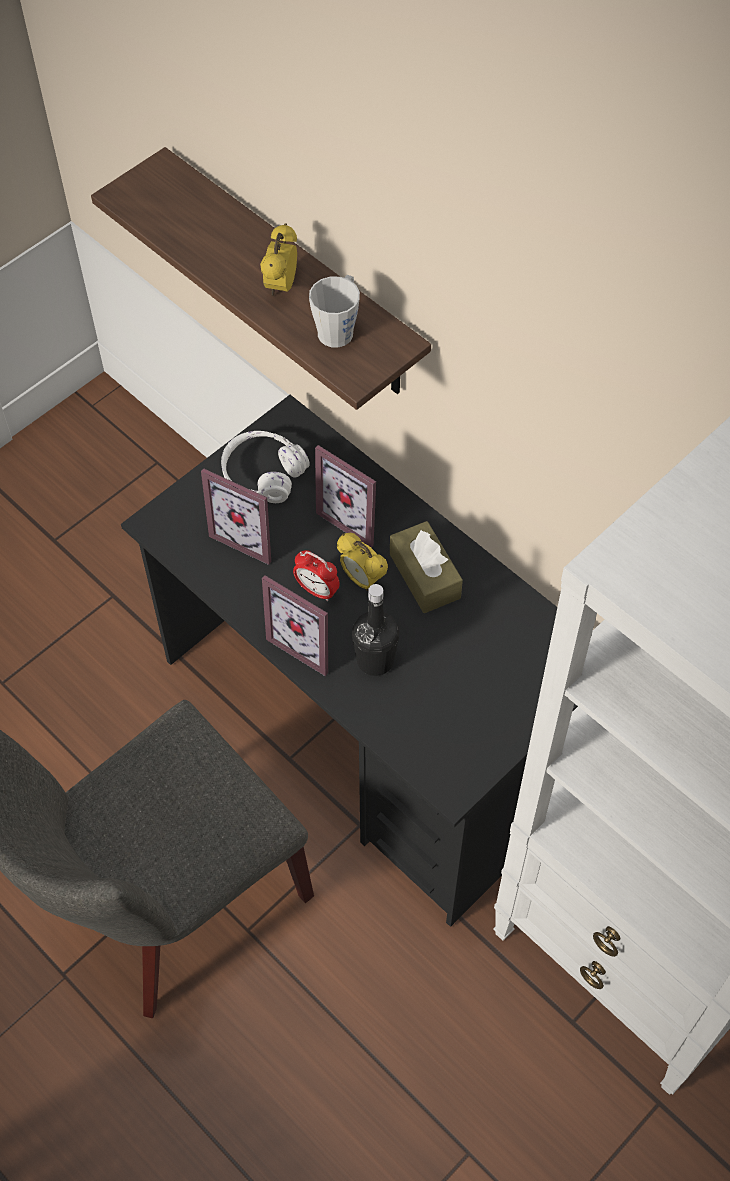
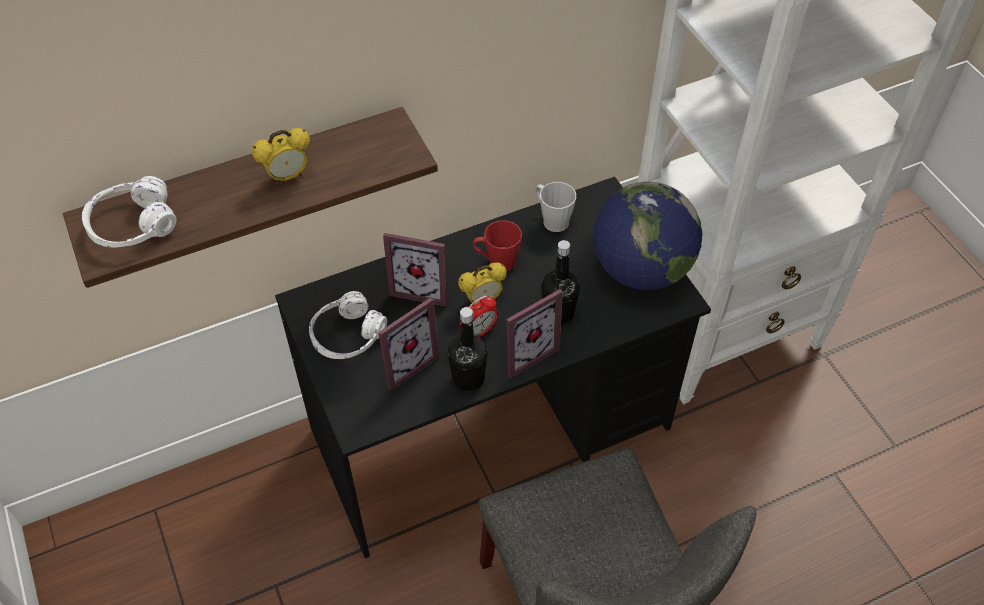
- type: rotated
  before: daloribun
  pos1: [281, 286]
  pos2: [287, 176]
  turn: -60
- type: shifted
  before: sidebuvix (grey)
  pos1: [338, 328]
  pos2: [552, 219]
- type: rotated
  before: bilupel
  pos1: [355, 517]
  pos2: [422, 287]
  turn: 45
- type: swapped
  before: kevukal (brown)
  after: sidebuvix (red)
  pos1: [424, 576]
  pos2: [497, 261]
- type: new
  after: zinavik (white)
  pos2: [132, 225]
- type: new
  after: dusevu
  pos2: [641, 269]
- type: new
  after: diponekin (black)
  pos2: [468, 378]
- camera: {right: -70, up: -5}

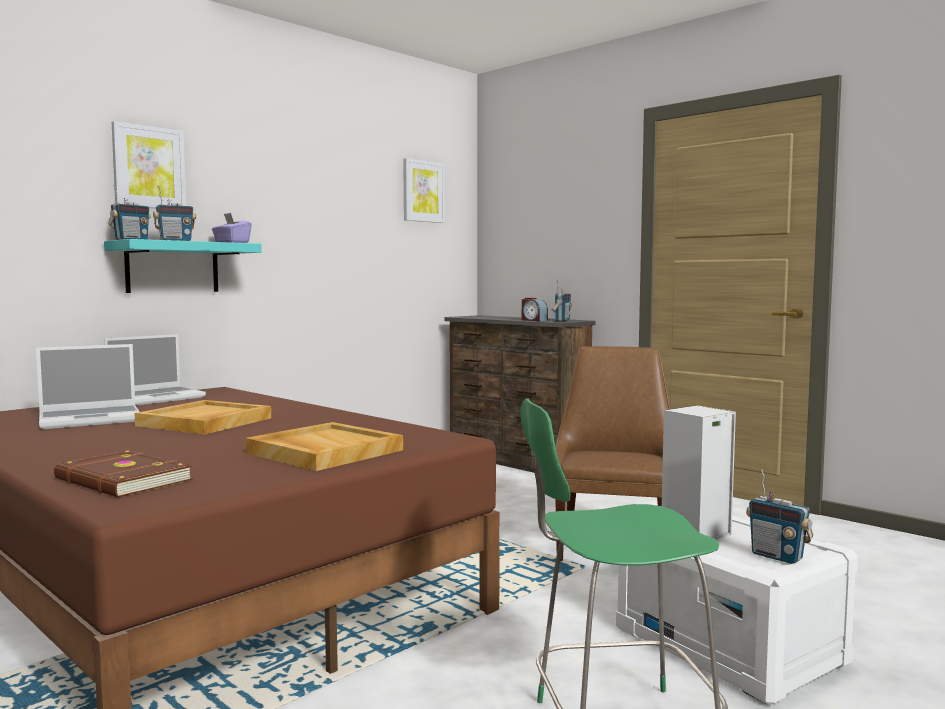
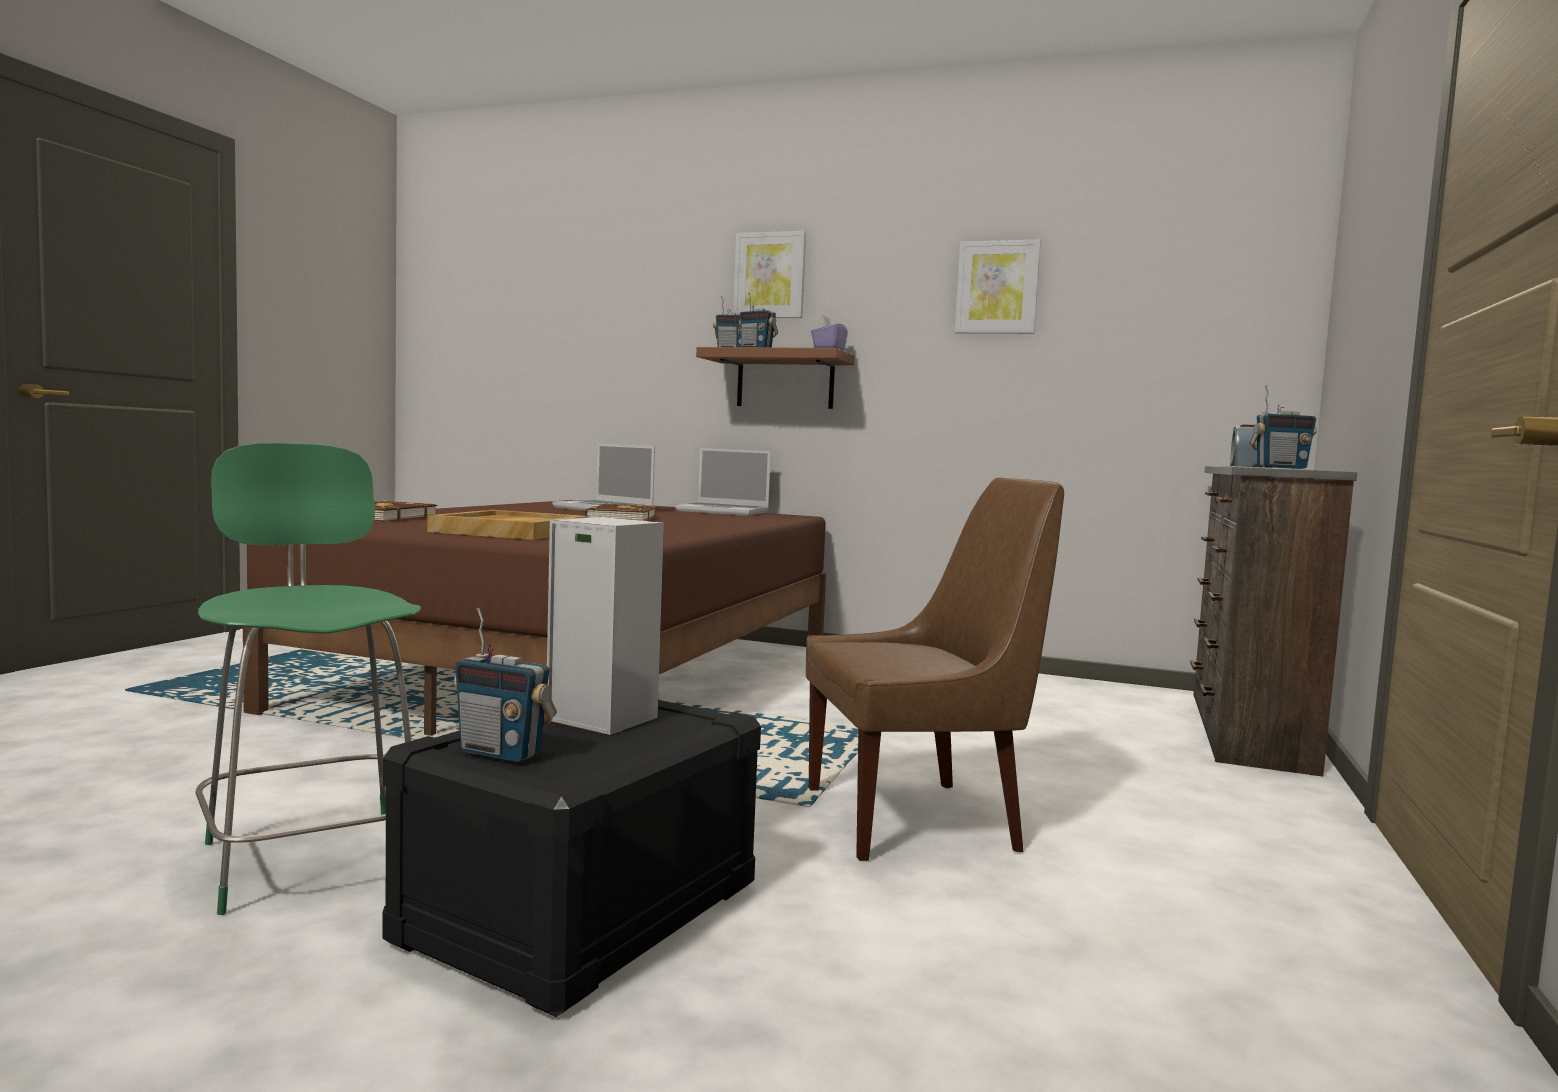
- type: shifted
  before: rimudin
  pos1: [423, 191]
  pos2: [997, 288]
- type: repainted
  before: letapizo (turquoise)
  after: letapizo (brown)
  pos1: [172, 267]
  pos2: [785, 381]
- type: swapped
  before: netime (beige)
  after: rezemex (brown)
  pos1: [205, 422]
  pos2: [620, 518]
- type: rotated
  before: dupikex
  pos1: [777, 556]
  pos2: [501, 752]
  turn: -90
- type: repainted
  before: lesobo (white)
  after: lesobo (black)
  pos1: [729, 645]
  pos2: [583, 913]
- camera: {right: 65, up: 0}

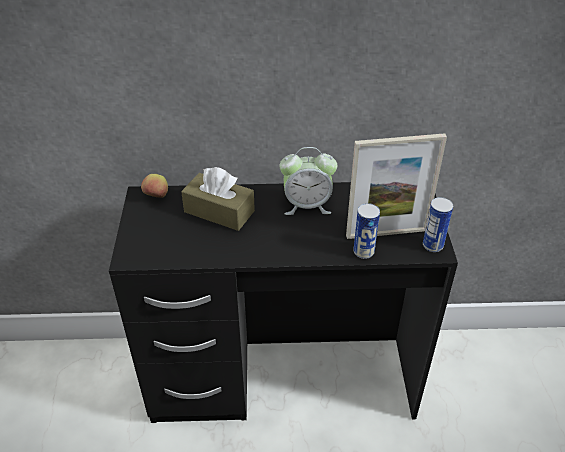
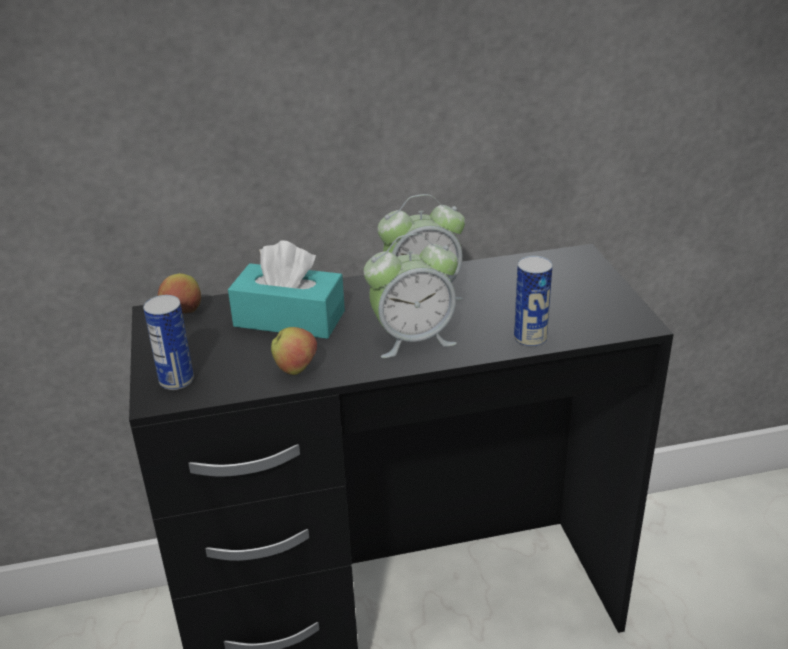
- type: gone
  before: bilupel
  pos1: [386, 233]
- type: repainted
  before: kevukal (brown)
  after: kevukal (turquoise)
  pos1: [219, 211]
  pos2: [289, 319]
- type: shifted
  before: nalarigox
  pos1: [432, 245]
  pos2: [176, 381]
- type: new
  after: daloribun
  pos2: [413, 339]
- type: new
  after: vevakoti
  pos2: [296, 370]
- camera: {right: -10, up: -10}

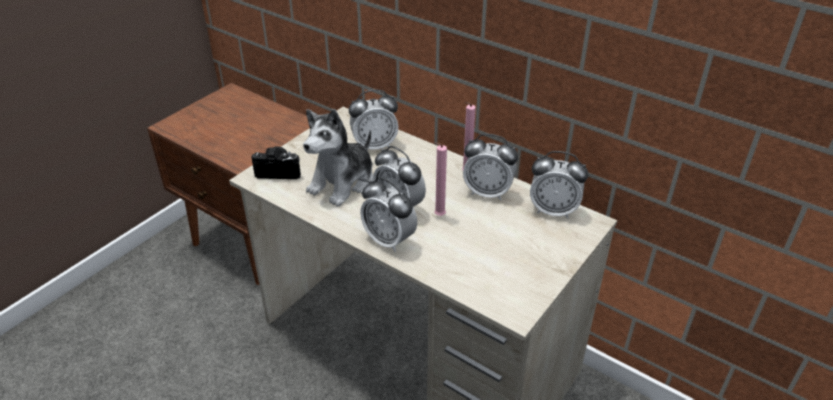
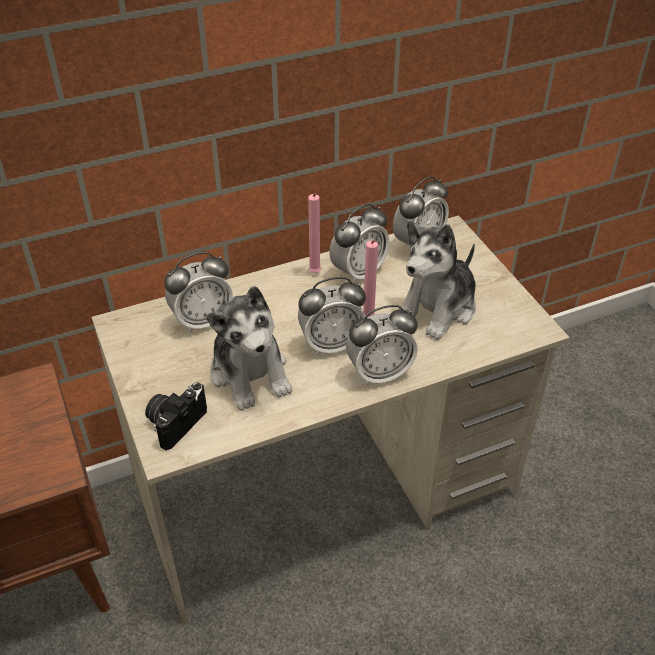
- type: rotated
  before: daloribun
  pos1: [374, 145]
  pos2: [202, 320]
  turn: 45
- type: new
  after: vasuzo
  pos2: [438, 308]
- camera: {right: -60, up: 5}

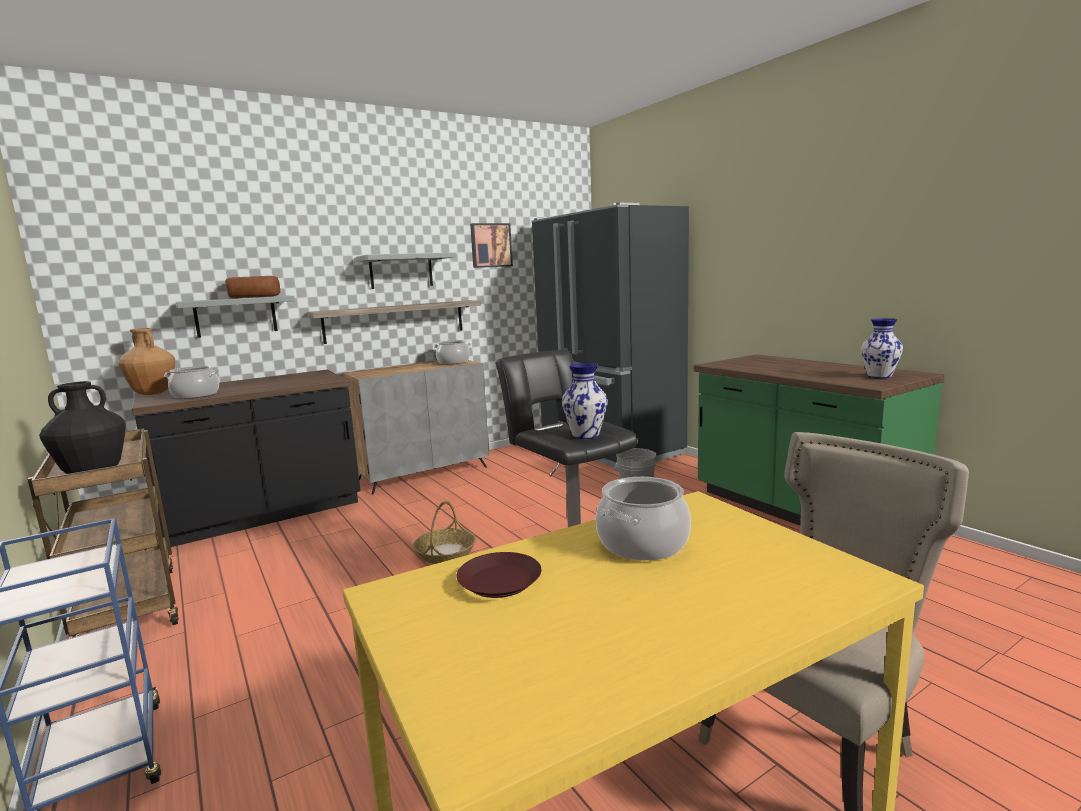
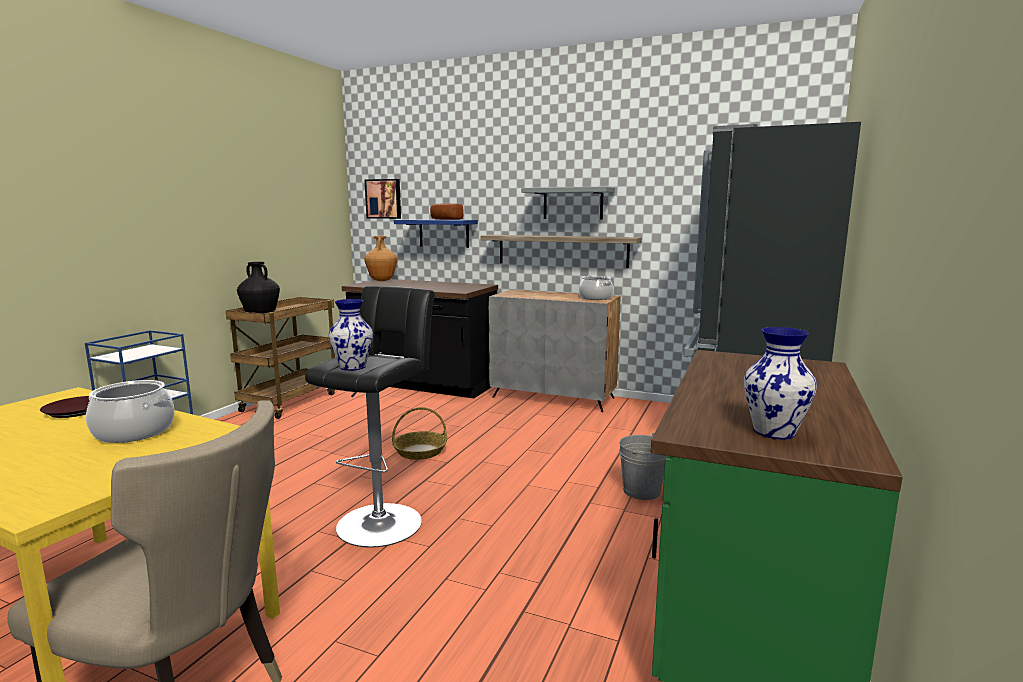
- type: shifted
  before: rimudin
  pos1: [490, 245]
  pos2: [384, 199]
- type: repainted
  before: letapizo (grey)
  after: letapizo (blue)
  pos1: [236, 316]
  pos2: [444, 233]
- type: gone
  before: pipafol
  pos1: [196, 395]
- camera: {right: 55, up: 0}

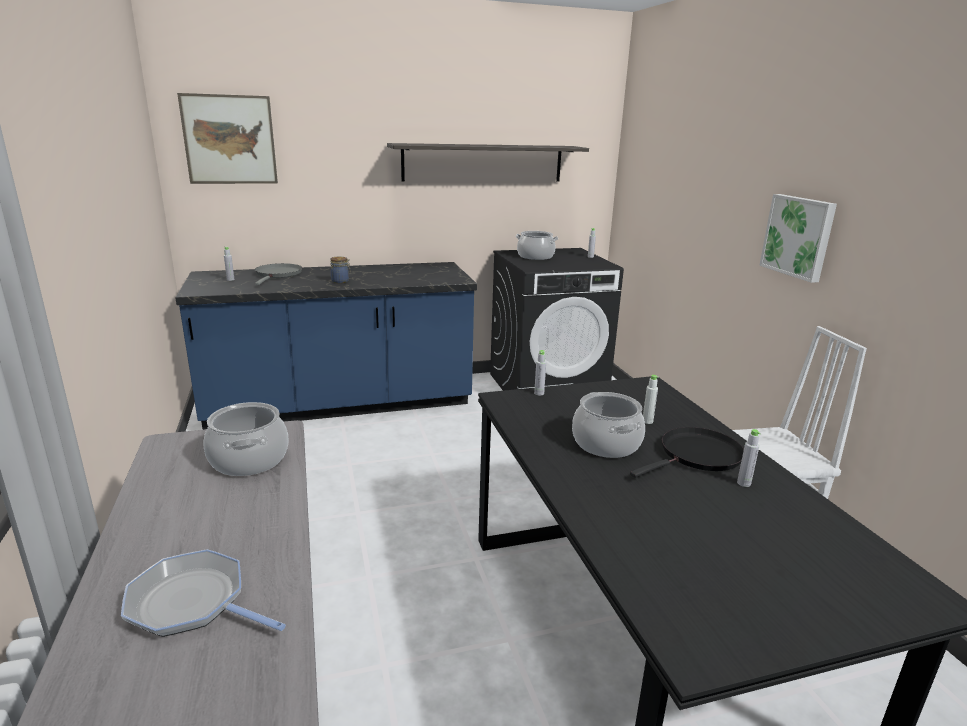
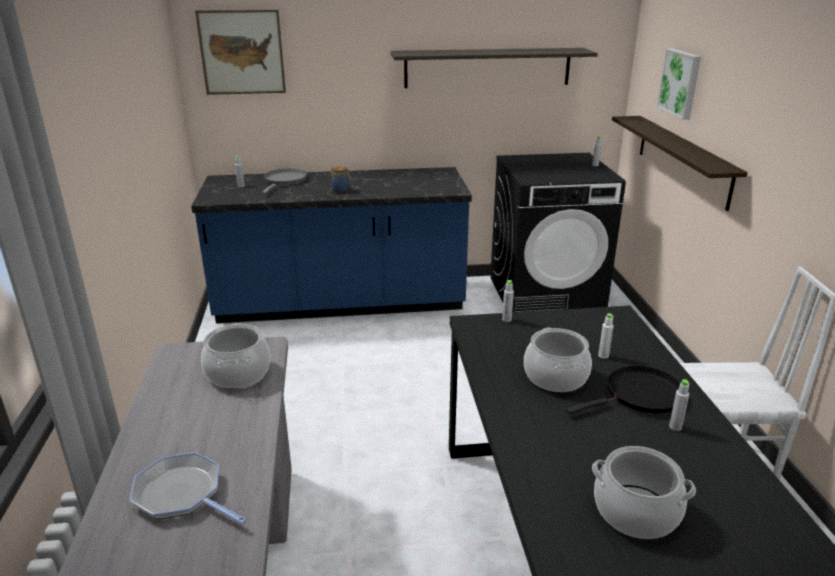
- type: shifted
  before: rimudin
  pos1: [799, 236]
  pos2: [681, 83]
- type: shifted
  before: pipafol
  pos1: [535, 257]
  pos2: [635, 512]
- type: new
  after: letapizo
  pos2: [682, 159]
- camera: {right: 10, up: 5}

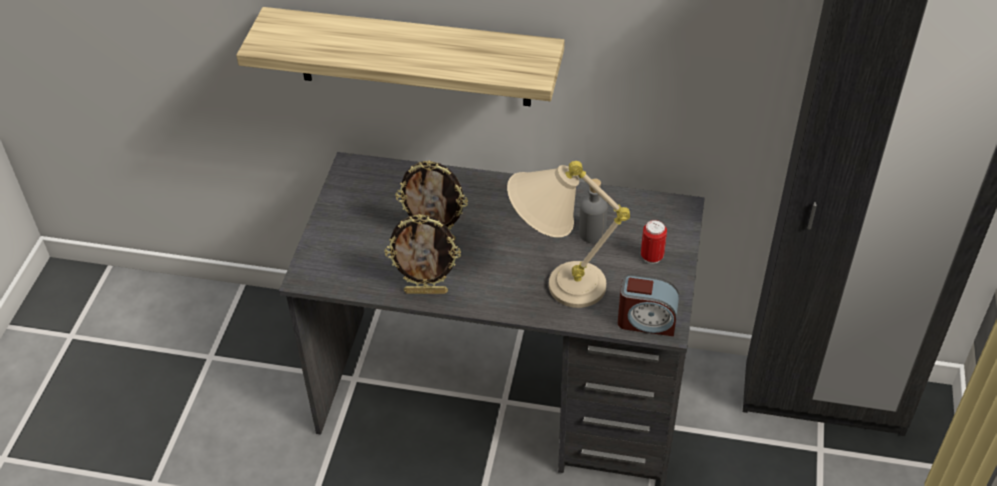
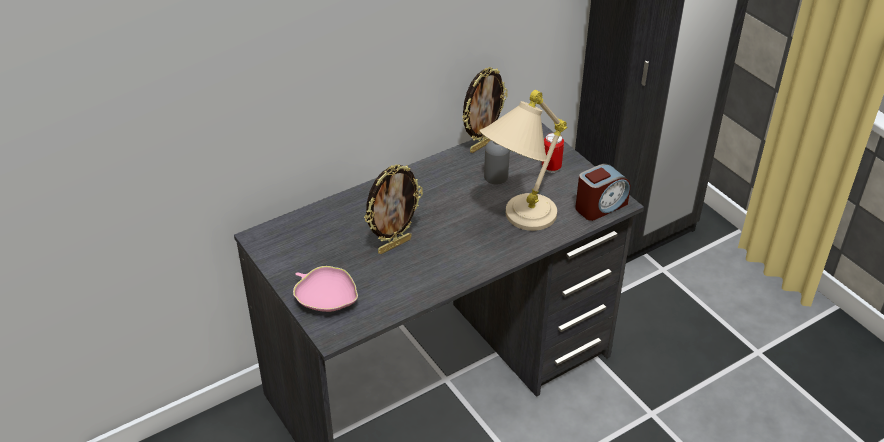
- type: gone
  before: letapizo
  pos1: [413, 57]
- type: shifted
  before: bilupel
  pos1: [426, 291]
  pos2: [482, 145]
- type: new
  after: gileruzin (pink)
  pos2: [326, 300]
- camera: {right: -45, up: -5}

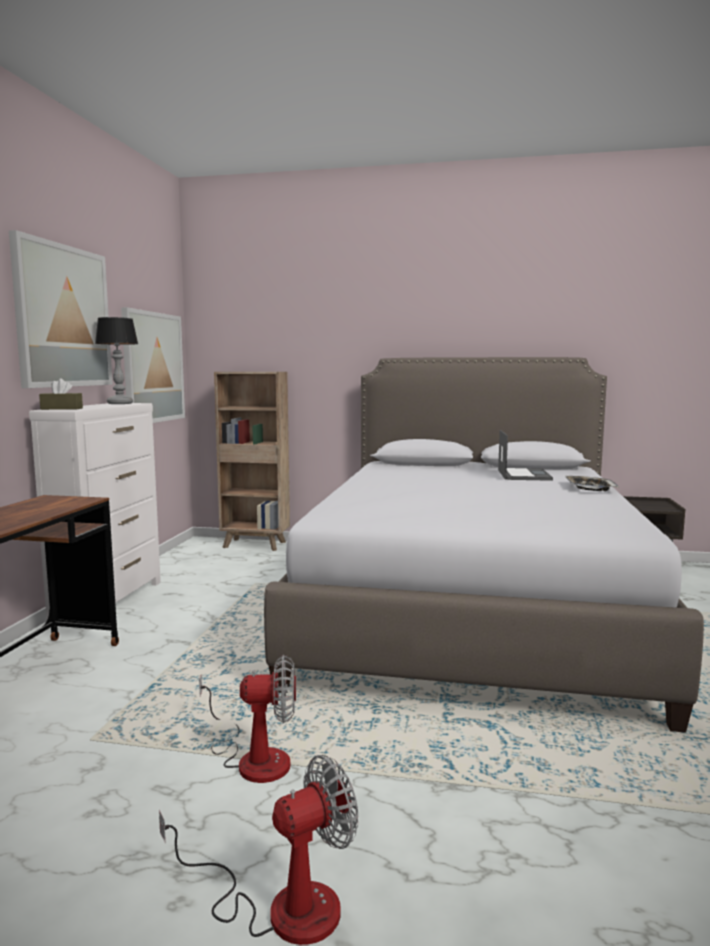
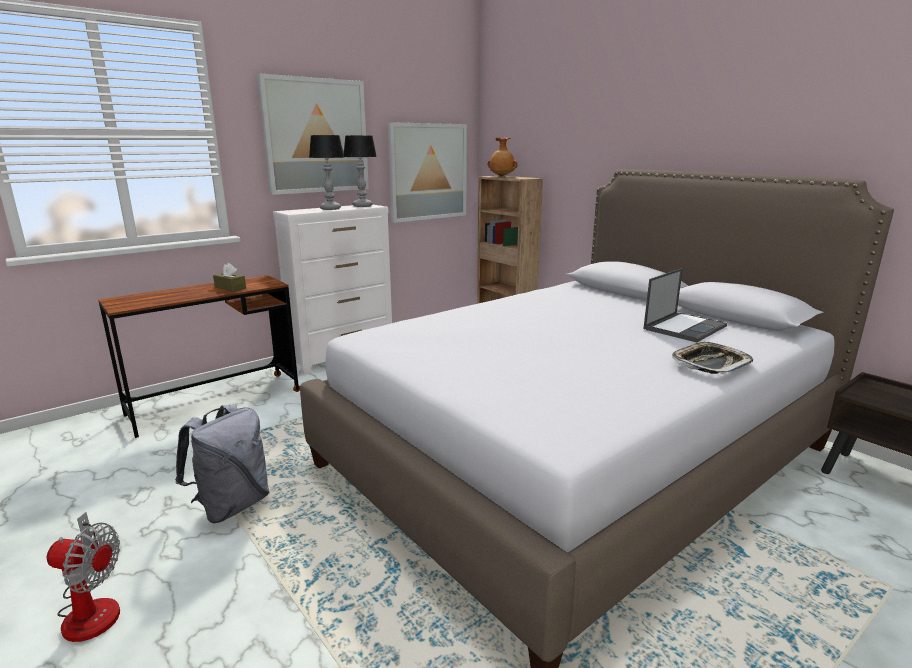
- type: shifted
  before: kevukal (brown)
  pos1: [62, 409]
  pos2: [230, 288]
- type: swapped
  before: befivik
  after: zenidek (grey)
  pos1: [253, 757]
  pos2: [232, 505]
- type: new
  after: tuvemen
  pos2: [330, 209]
- type: new
  after: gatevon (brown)
  pos2: [501, 176]
- camera: {right: 40, up: 10}

